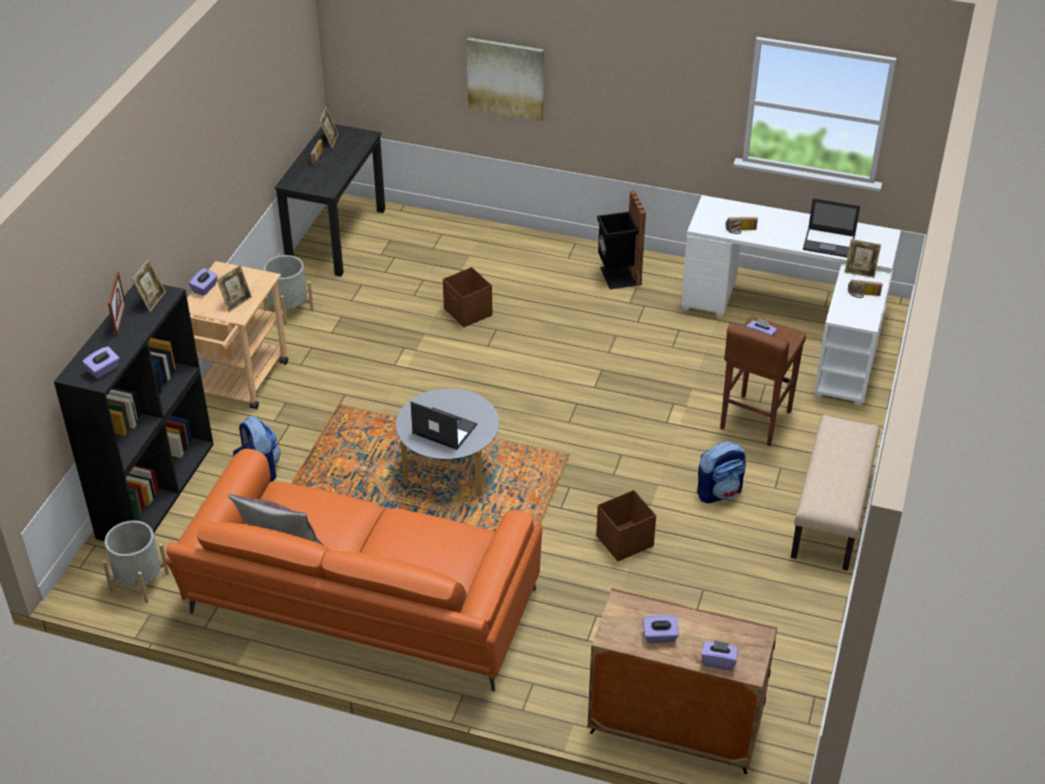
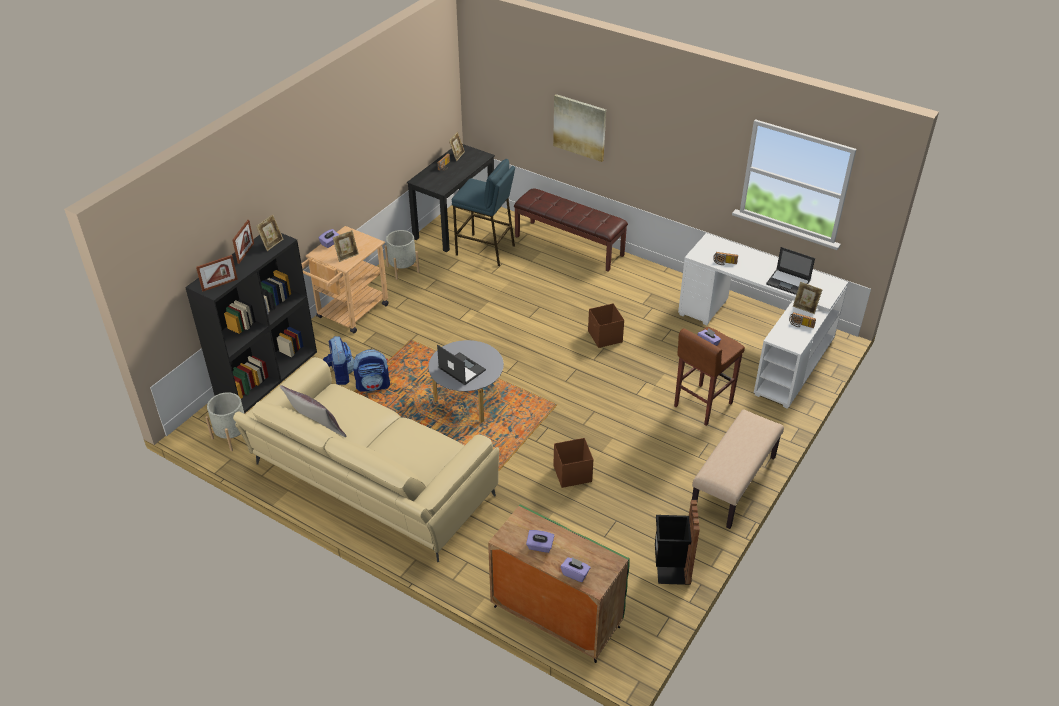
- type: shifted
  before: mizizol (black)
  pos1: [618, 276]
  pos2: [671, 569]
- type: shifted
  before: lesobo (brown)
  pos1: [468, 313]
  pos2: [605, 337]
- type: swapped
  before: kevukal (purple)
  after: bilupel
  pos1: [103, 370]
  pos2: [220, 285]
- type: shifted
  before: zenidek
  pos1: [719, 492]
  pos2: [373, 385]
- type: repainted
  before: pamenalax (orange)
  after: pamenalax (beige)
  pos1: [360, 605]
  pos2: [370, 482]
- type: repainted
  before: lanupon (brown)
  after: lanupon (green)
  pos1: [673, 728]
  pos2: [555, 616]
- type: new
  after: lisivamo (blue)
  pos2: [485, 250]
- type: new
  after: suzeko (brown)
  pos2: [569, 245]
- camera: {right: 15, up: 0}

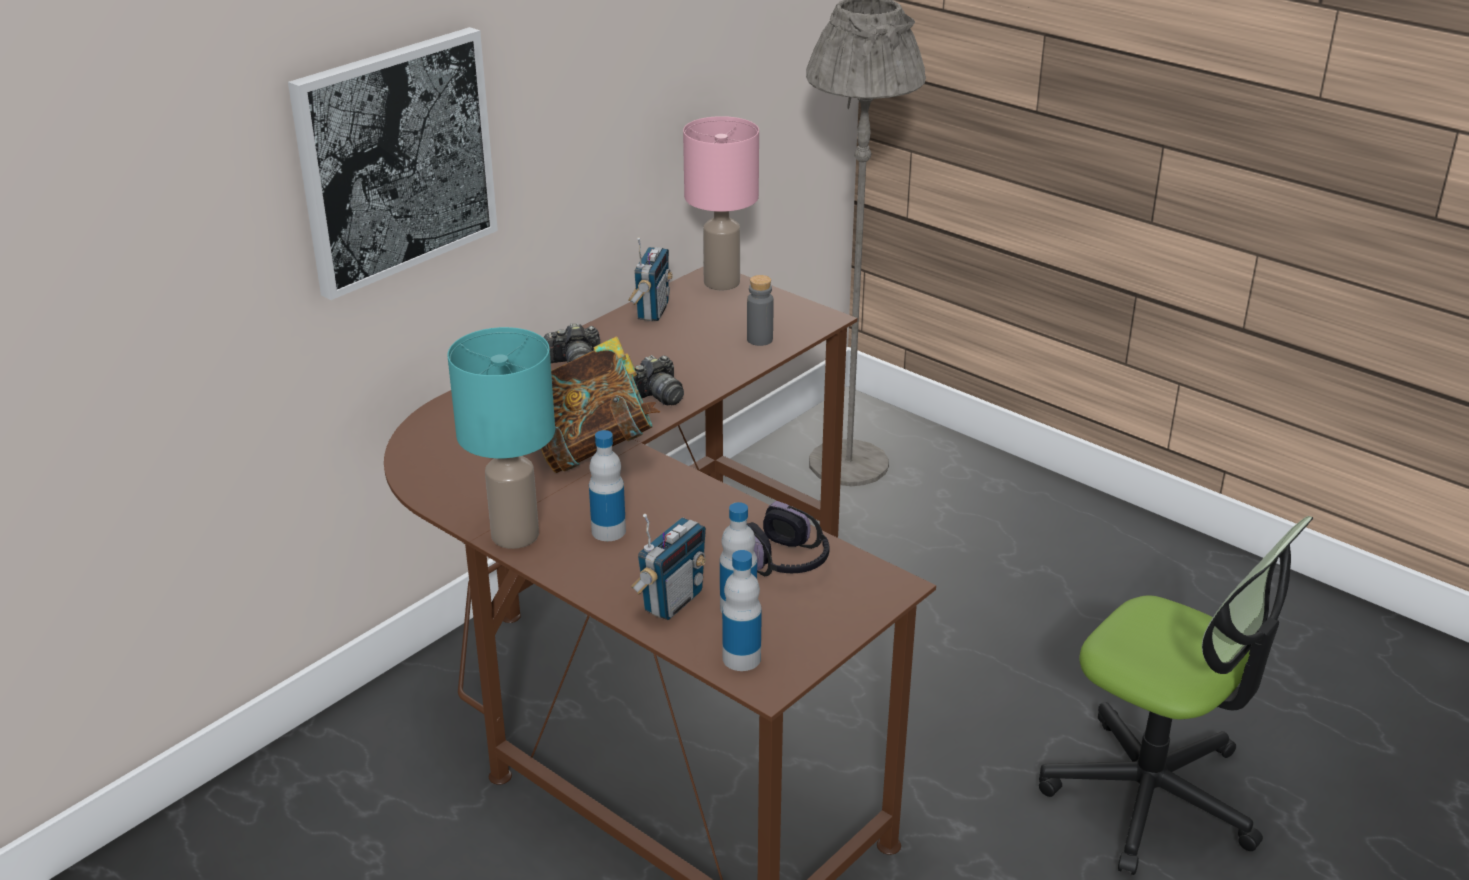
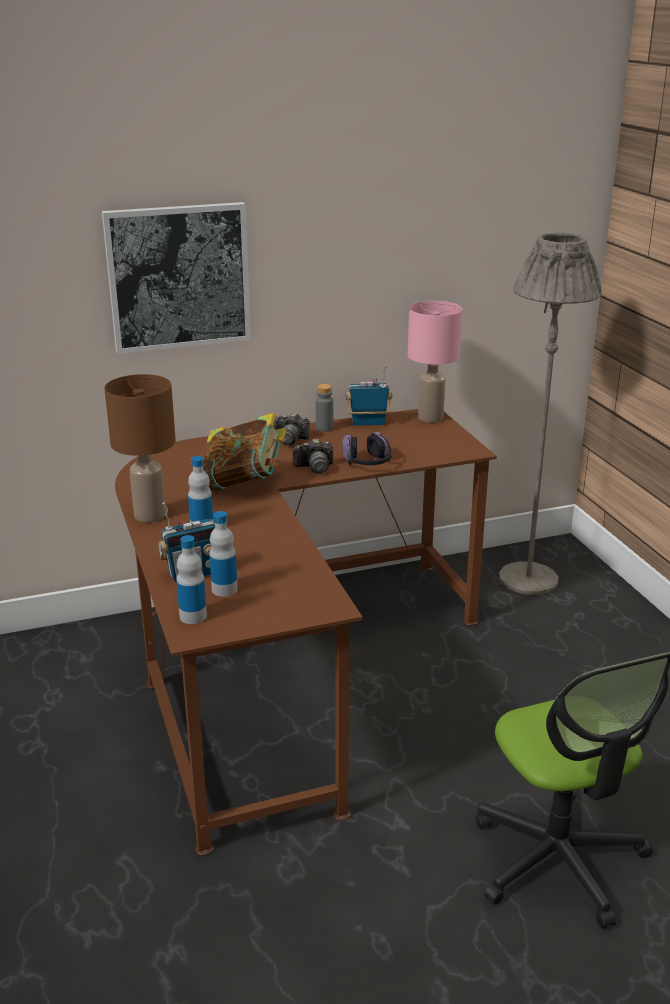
- type: rotated
  before: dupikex
  pos1: [652, 311]
  pos2: [368, 423]
  turn: -135
- type: shifted
  before: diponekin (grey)
  pos1: [759, 339]
  pos2: [324, 428]
- type: repainted
  before: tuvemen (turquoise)
  after: tuvemen (brown)
  pos1: [516, 535]
  pos2: [151, 515]
- type: shifted
  before: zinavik
  pos1: [783, 562]
  pos2: [367, 463]
- camera: {right: 30, up: -5}

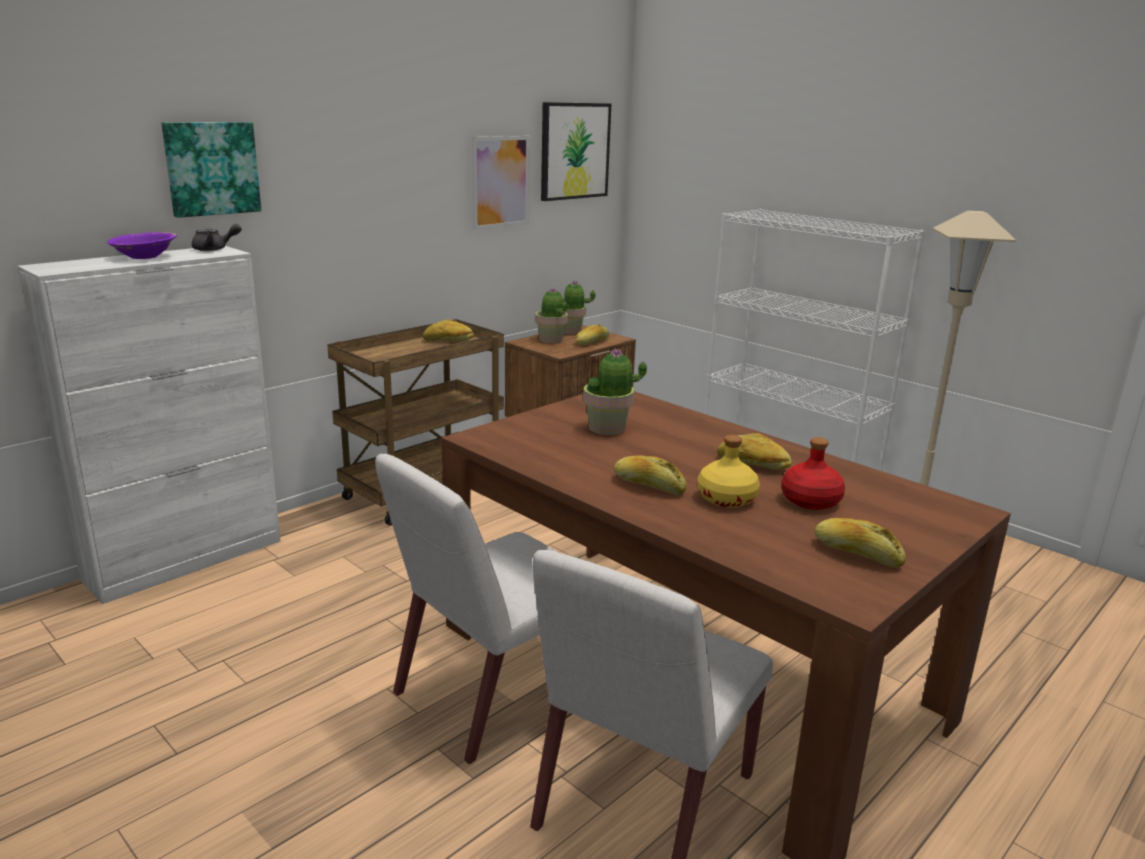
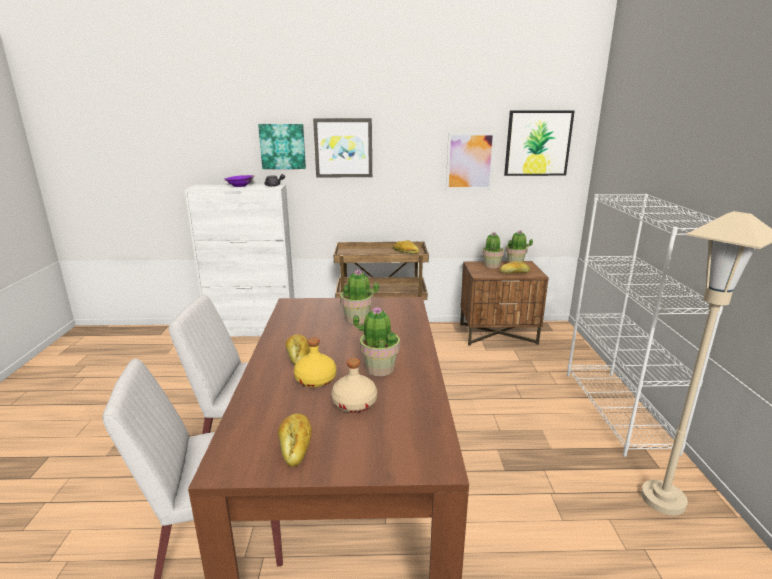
- type: swapped
  before: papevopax
  after: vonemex
  pos1: [752, 464]
  pos2: [379, 368]
- type: repainted
  before: diponekin (red)
  after: diponekin (beige)
  pos1: [811, 501]
  pos2: [354, 403]
- type: new
  after: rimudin
  pos2: [343, 148]
- camera: {right: 45, up: 0}

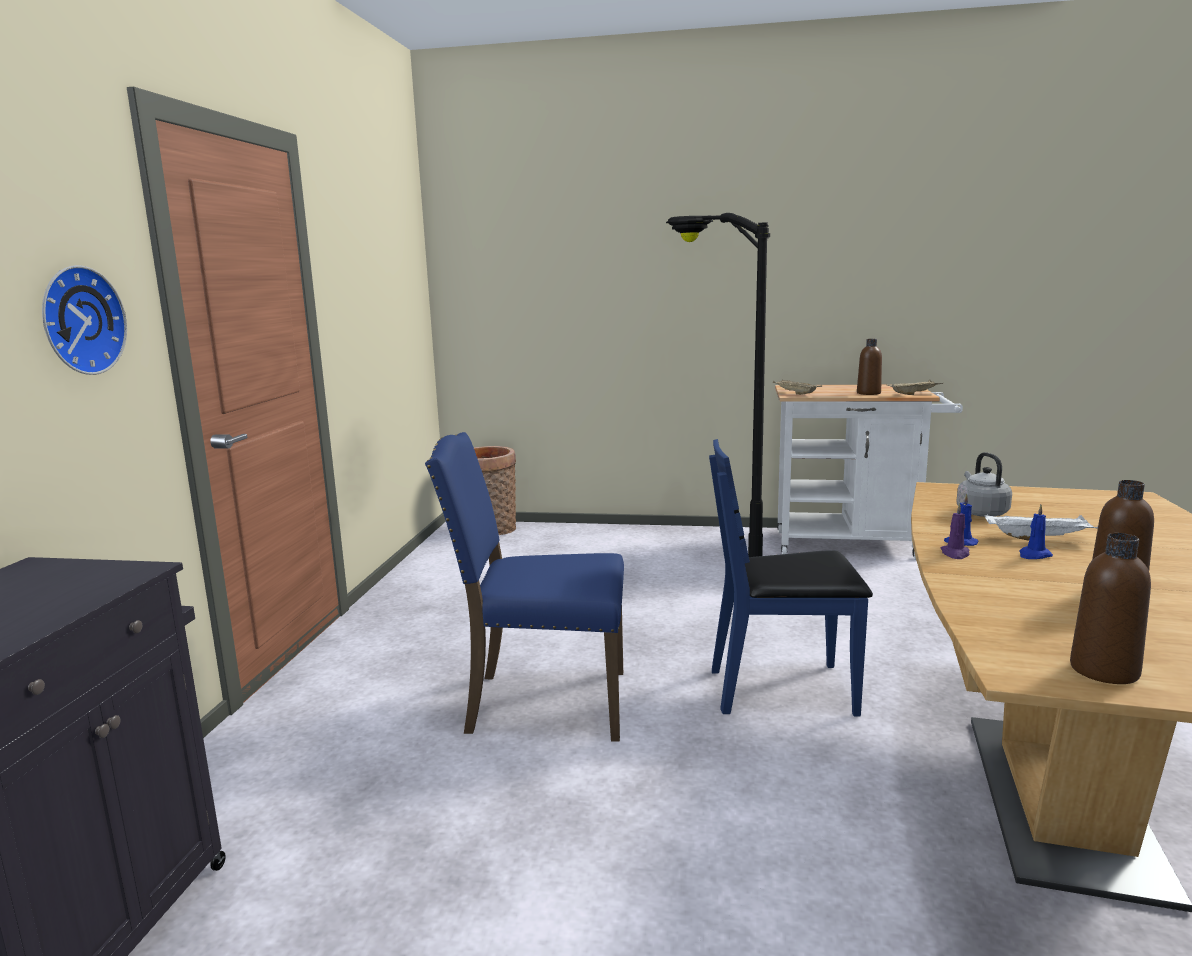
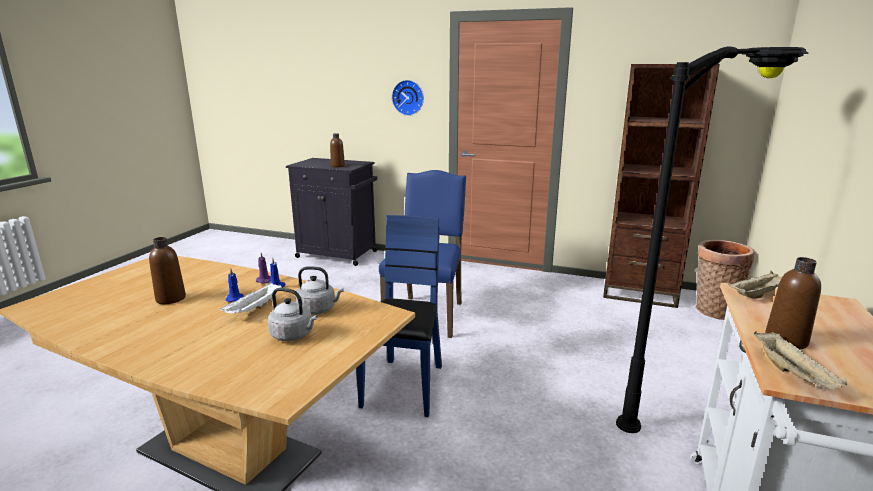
- type: shifted
  before: diponekin (brown)
  pos1: [1104, 670]
  pos2: [337, 166]
- type: new
  after: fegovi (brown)
  pos2: [639, 293]
- type: new
  after: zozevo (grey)
  pos2: [294, 335]
- camera: {right: 100, up: 5}

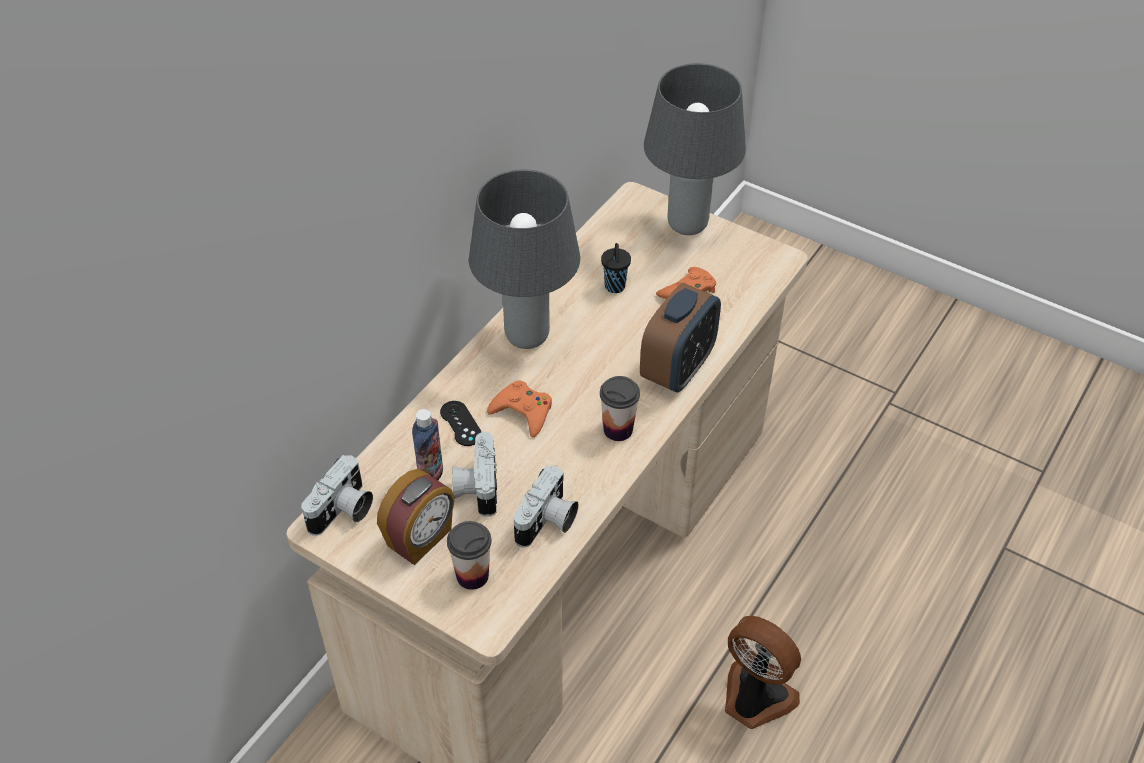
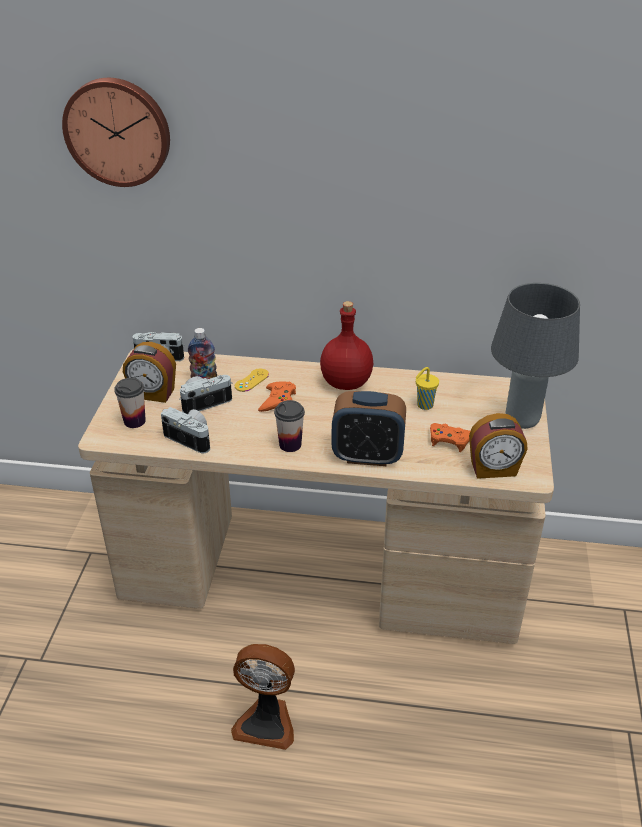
- type: swapped
  before: tuvemen (grey)
  after: diponekin (red)
  pos1: [526, 335]
  pos2: [346, 382]
- type: repainted
  before: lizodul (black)
  after: lizodul (yellow)
  pos1: [615, 287]
  pos2: [424, 405]
- type: repainted
  before: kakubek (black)
  after: kakubek (yellow)
  pos1: [461, 423]
  pos2: [251, 380]
- type: rotated
  before: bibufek
  pos1: [548, 522]
  pos2: [192, 438]
  turn: -150
- type: rotated
  before: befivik
  pos1: [754, 698]
  pos2: [266, 721]
  turn: 90
- type: new
  after: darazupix
  pos2: [118, 131]
- type: new
  after: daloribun
  pos2: [493, 469]
- camera: {right: 65, up: -10}

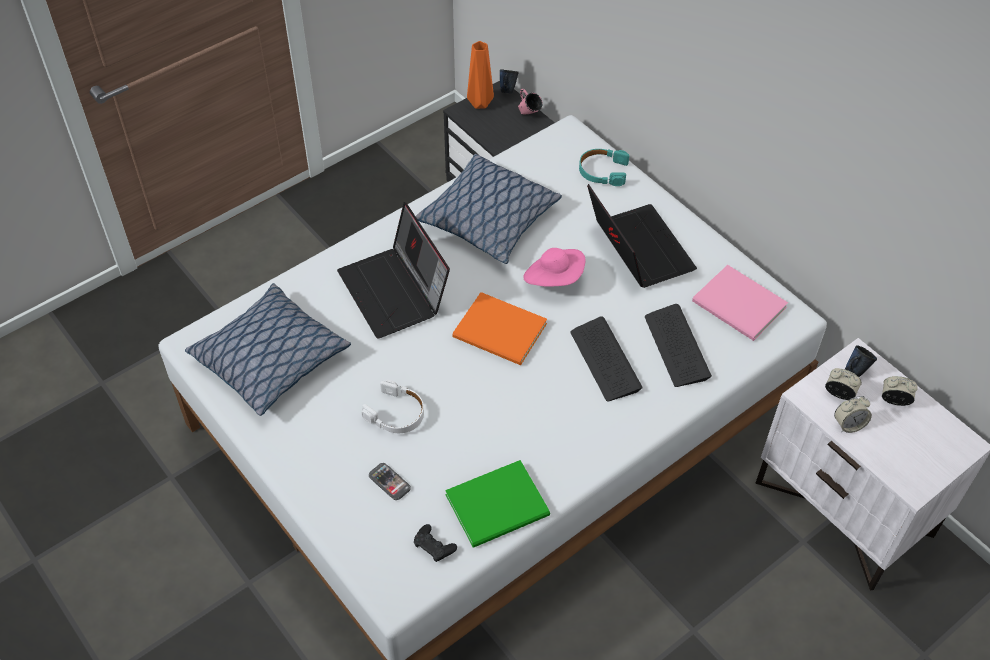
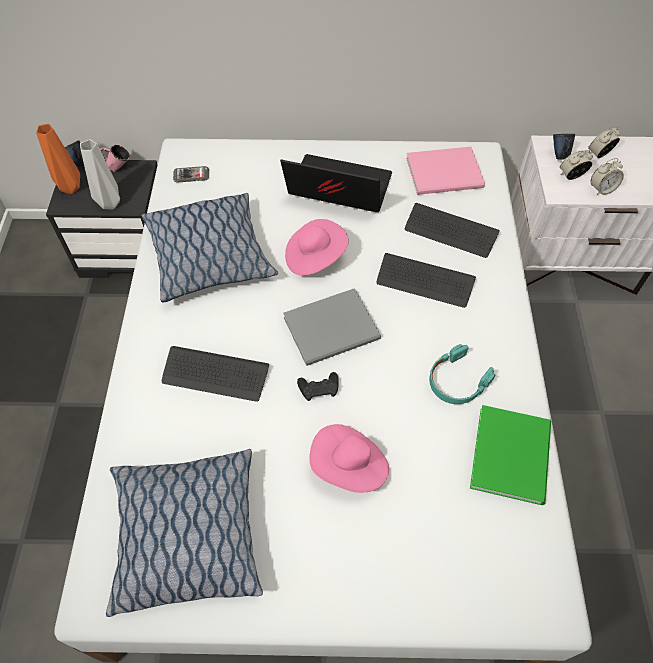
- type: shifted
  before: zinavik (turquoise)
  pos1: [602, 171]
  pos2: [457, 381]
- type: swapped
  before: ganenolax
  after: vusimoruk
  pos1: [395, 292]
  pos2: [215, 374]
- type: repainted
  before: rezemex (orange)
  after: rezemex (grey)
  pos1: [501, 333]
  pos2: [334, 329]
- type: swapped
  before: zinavik (white)
  after: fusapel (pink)
  pos1: [396, 413]
  pos2: [349, 467]
- type: rotated
  before: daloribun
  pos1: [848, 425]
  pos2: [601, 189]
  turn: 45
- type: shifted
  before: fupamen
  pos1: [389, 482]
  pos2: [191, 175]
- type: shifted
  before: kakubek (black)
  pos1: [434, 546]
  pos2: [319, 388]
- type: new
  after: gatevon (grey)
  pos2: [111, 204]
- camera: {right: -50, up: 5}

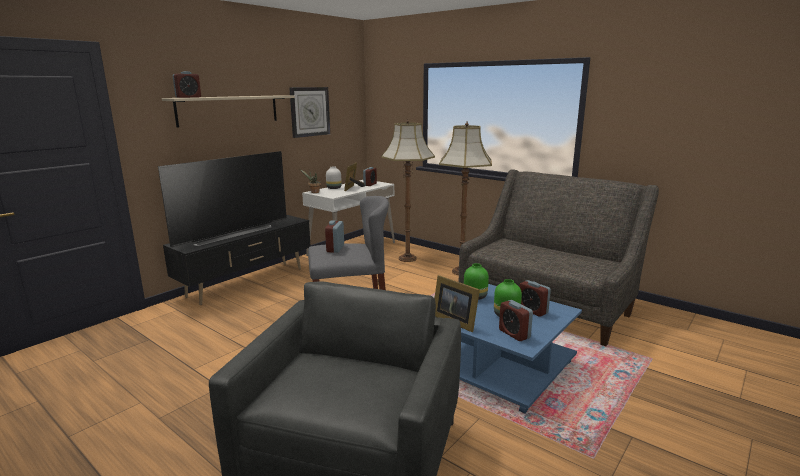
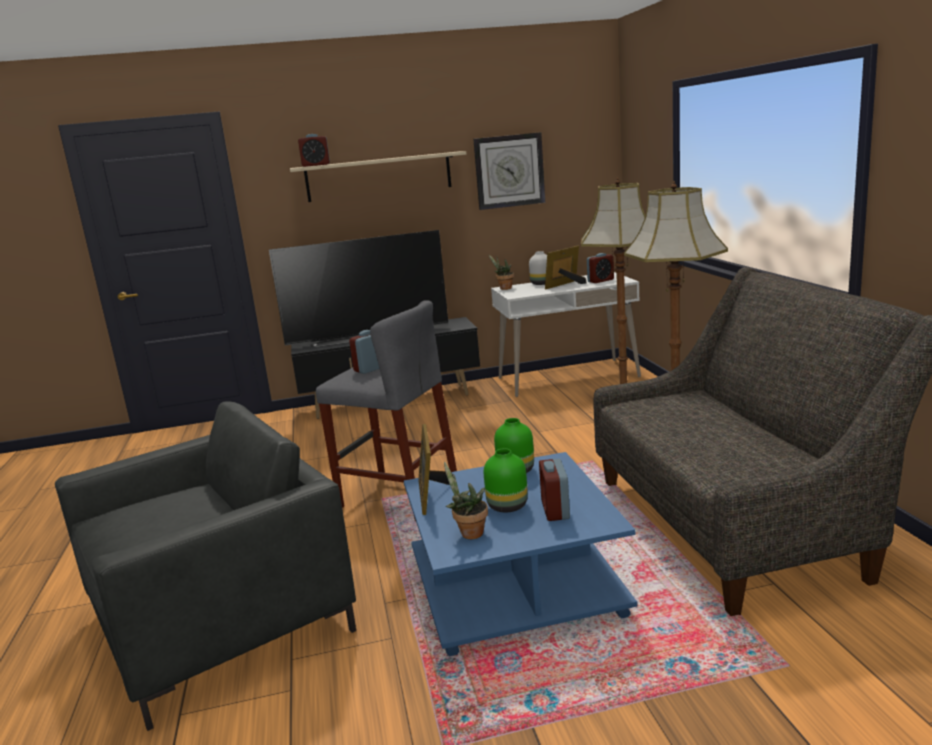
- type: swapped
  before: daloribun
  after: vonemex
  pos1: [514, 334]
  pos2: [469, 533]
- camera: {right: 40, up: 0}

